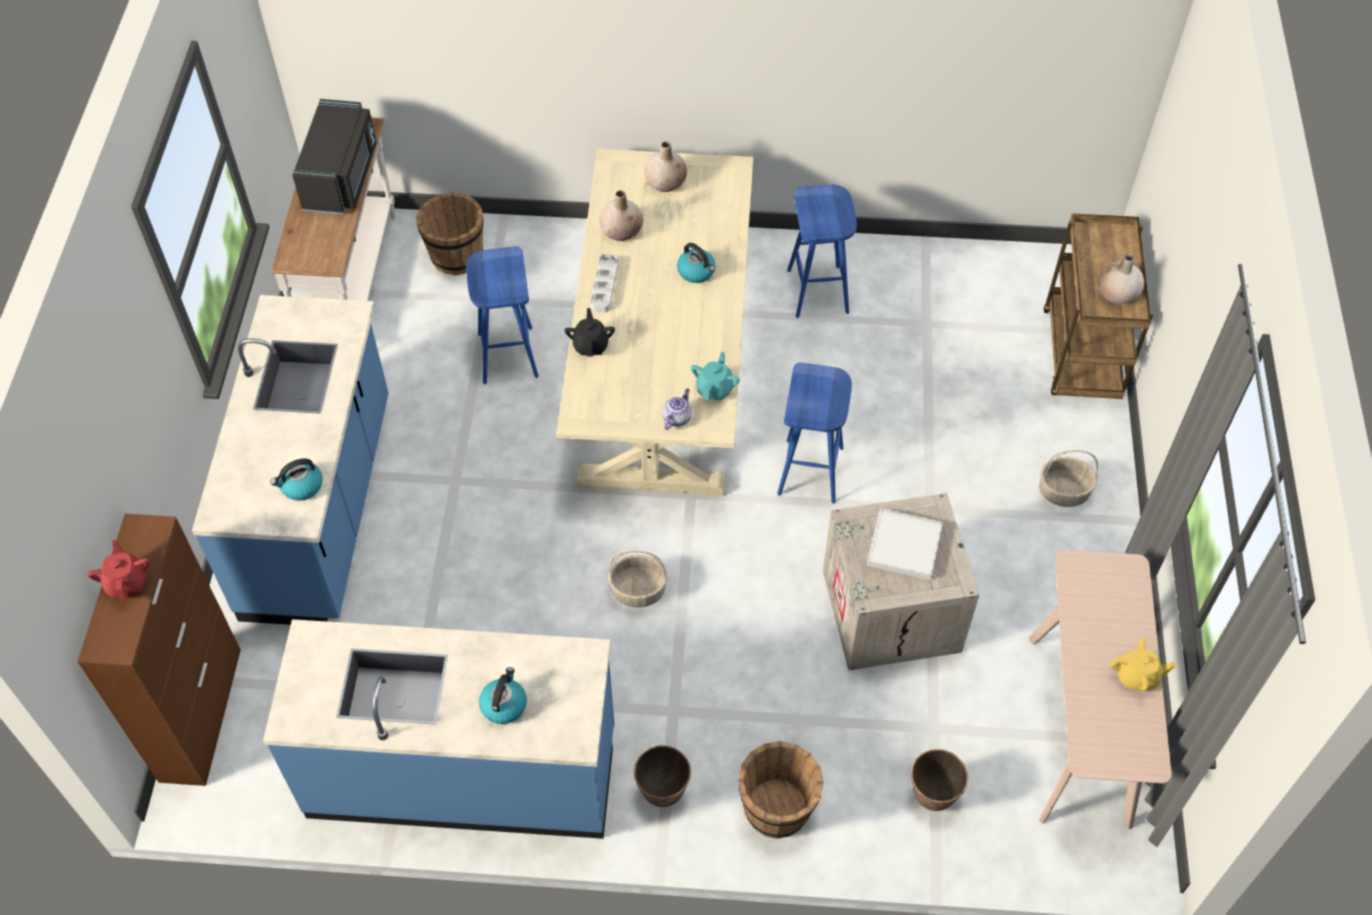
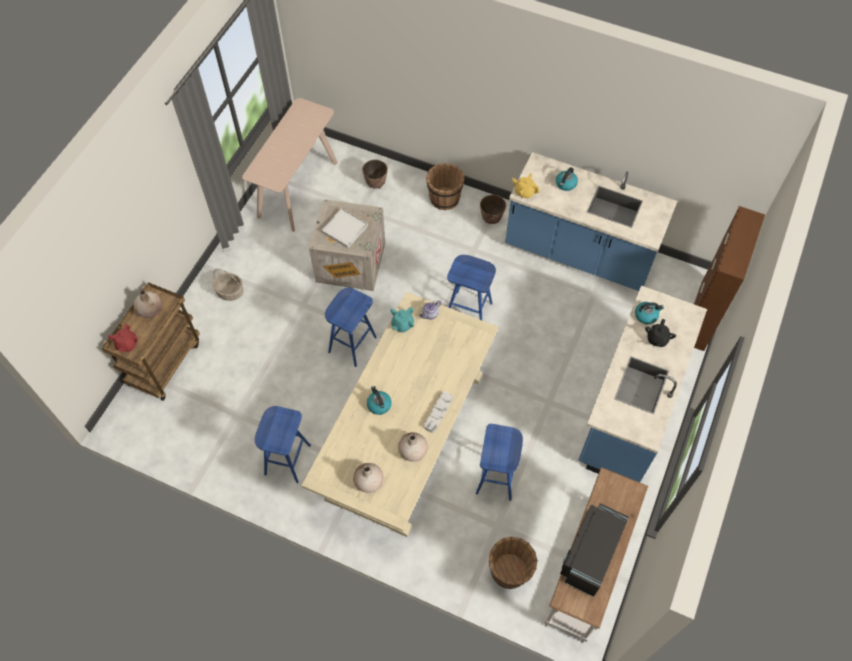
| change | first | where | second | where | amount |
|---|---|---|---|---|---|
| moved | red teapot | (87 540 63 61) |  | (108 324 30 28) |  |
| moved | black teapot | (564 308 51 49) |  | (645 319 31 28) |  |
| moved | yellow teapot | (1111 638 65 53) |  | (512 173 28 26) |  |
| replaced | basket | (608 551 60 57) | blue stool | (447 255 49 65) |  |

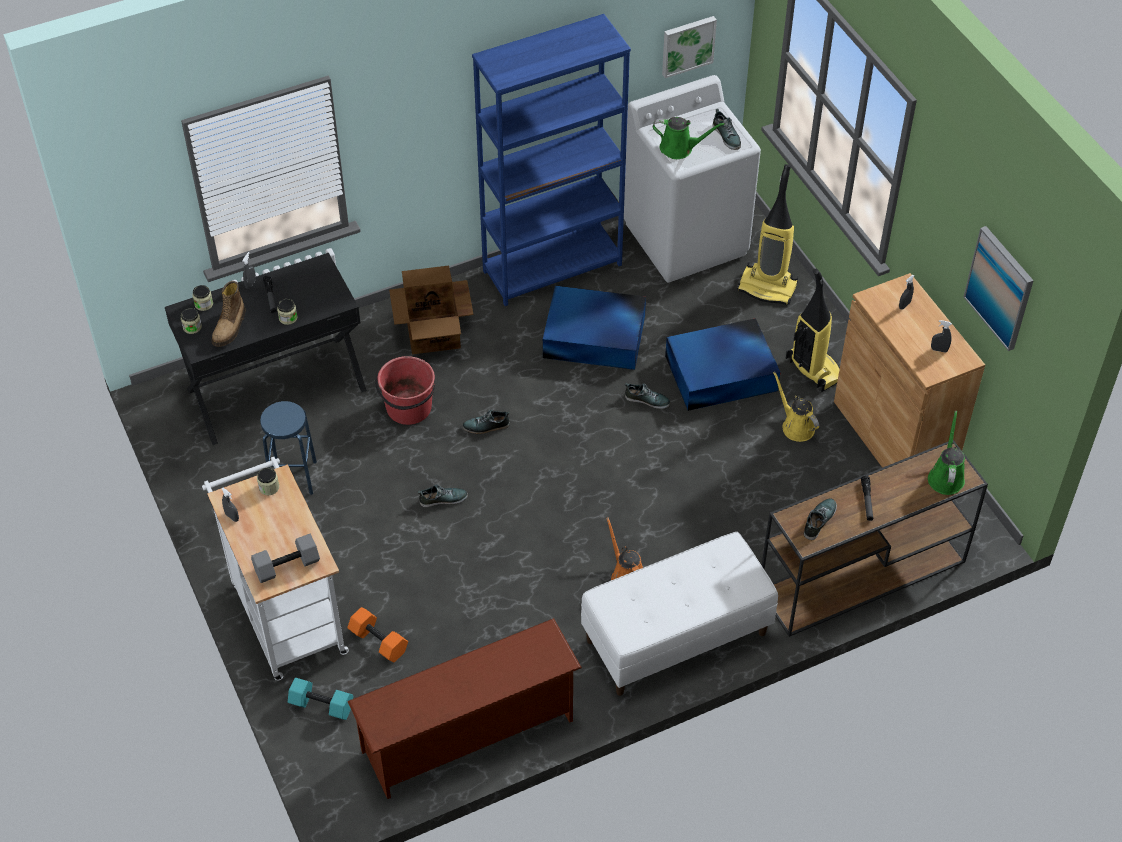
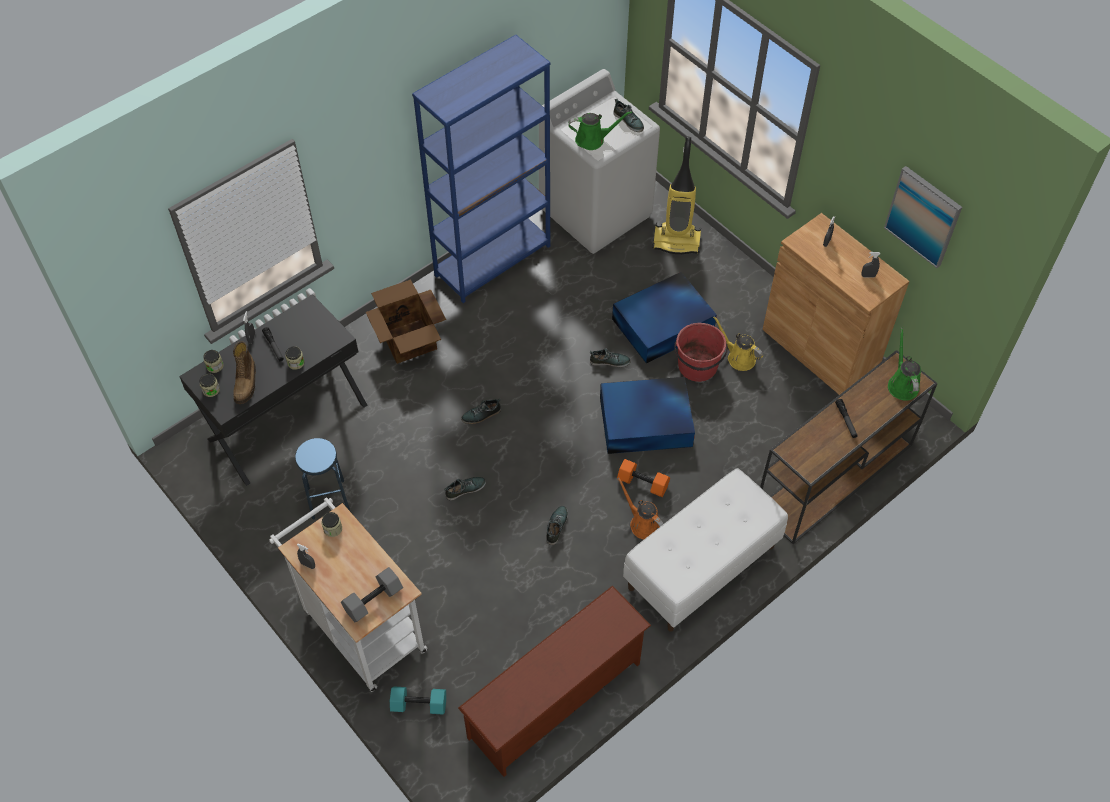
| change | first | where | second | where | amount |
|---|---|---|---|---|---|
| removed | picture | (662 16 55 62) |  |  |  |
| removed | vacuum cleaner | (786 269 54 123) |  |  |  |
| moved | orange dumbbell | (347 607 61 55) |  | (617 459 53 38) |  |
| moved | red bucket | (375 356 60 69) |  | (674 323 54 59) |  |
| moved | blue storage box | (543 286 103 84) |  | (600 377 95 77) |  |
| moved | shoe | (804 498 33 42) |  | (546 506 22 39) |  |

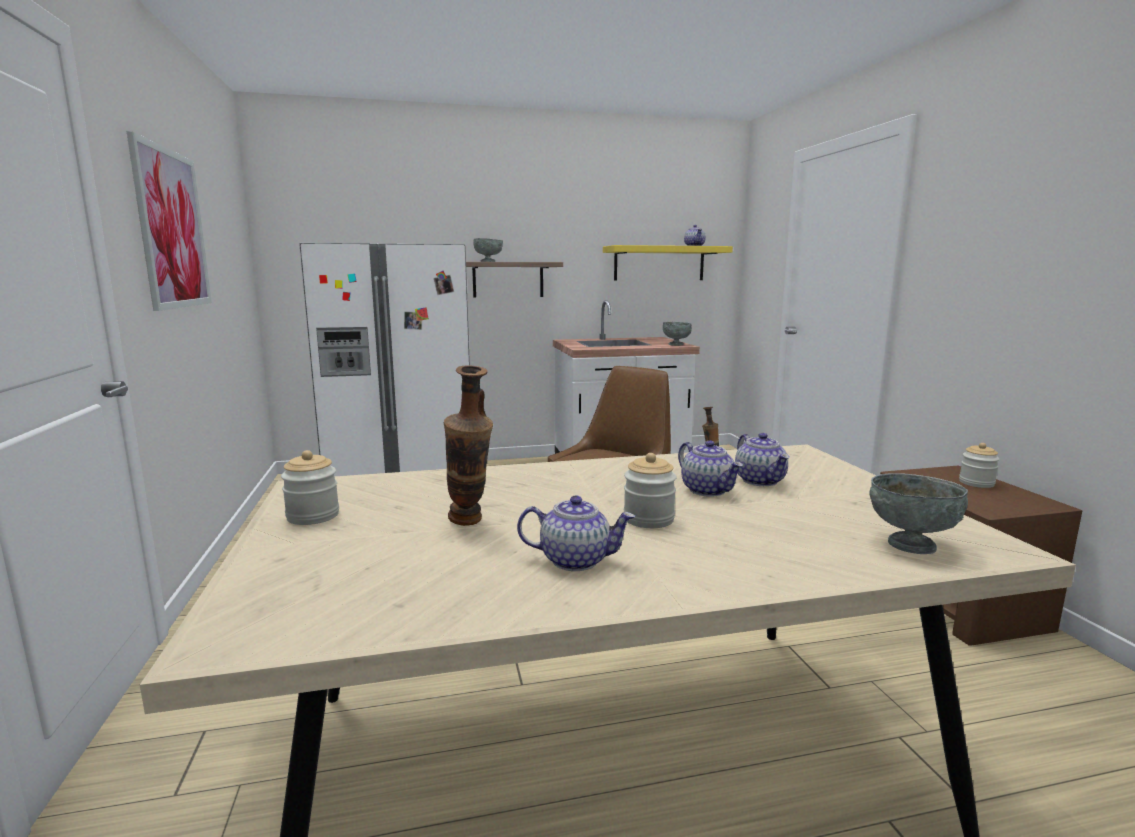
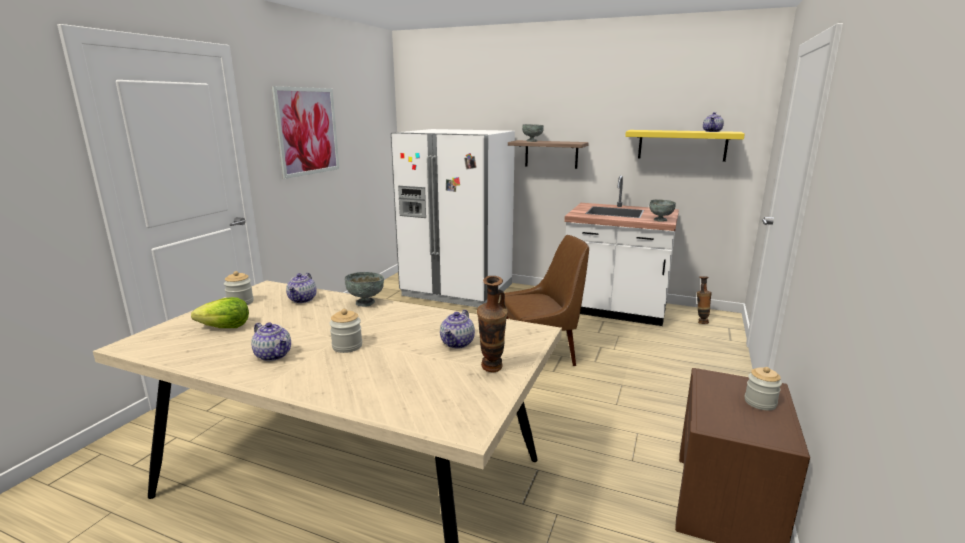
| change | first | where | second | where | amount |
|---|---|---|---|---|---|
| added |  |  | lettuce | (191 297 58 31) |  |
| moved | vase | (444 366 49 160) |  | (477 276 31 97) |  |
| moved | teapot | (678 440 65 57) |  | (286 273 31 30) |  |
| moved | grey bowl | (869 473 99 81) |  | (345 272 39 35) |  |

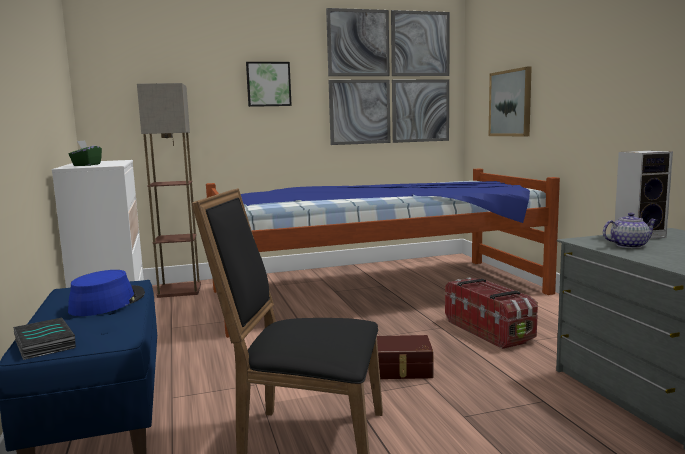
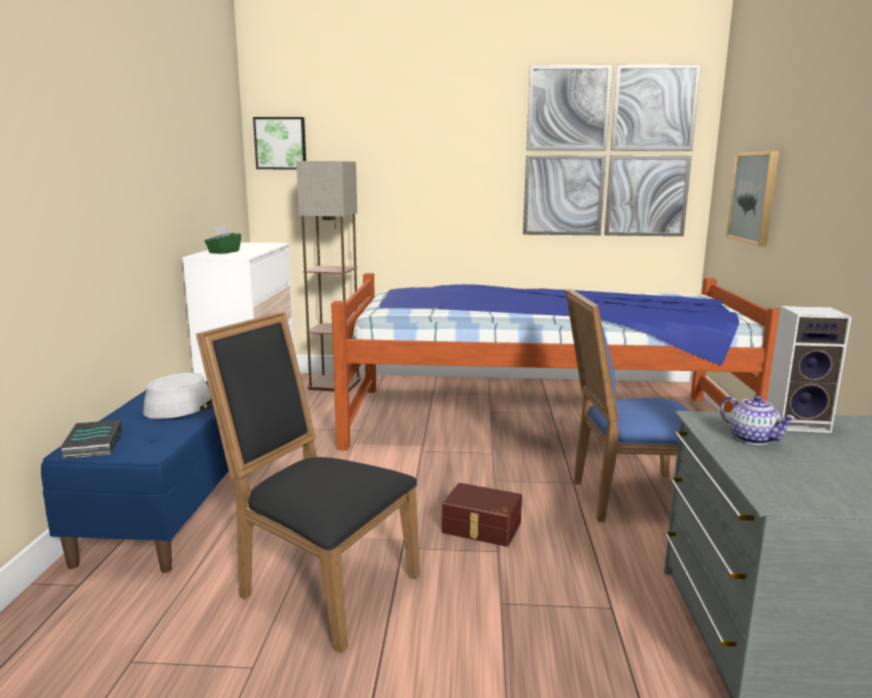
| change | first | where | second | where | amount |
|---|---|---|---|---|---|
| moved | picture | (246 62 46 45) |  | (253 117 53 53) |  |
| replaced | storage box | (445 278 93 71) | blue chair | (566 288 124 234) |  |
| recoloured | blue hat | (68 270 77 46) | grey hat | (143 373 70 46) |  |
| turned | teapot | (603 212 54 36) |  | (720 395 76 50) | 45 degrees clockwise |

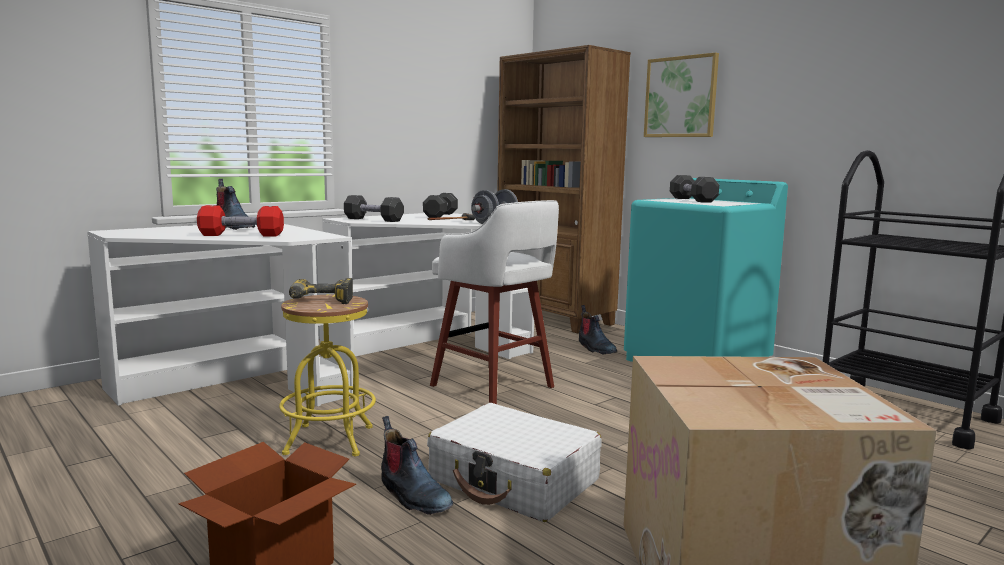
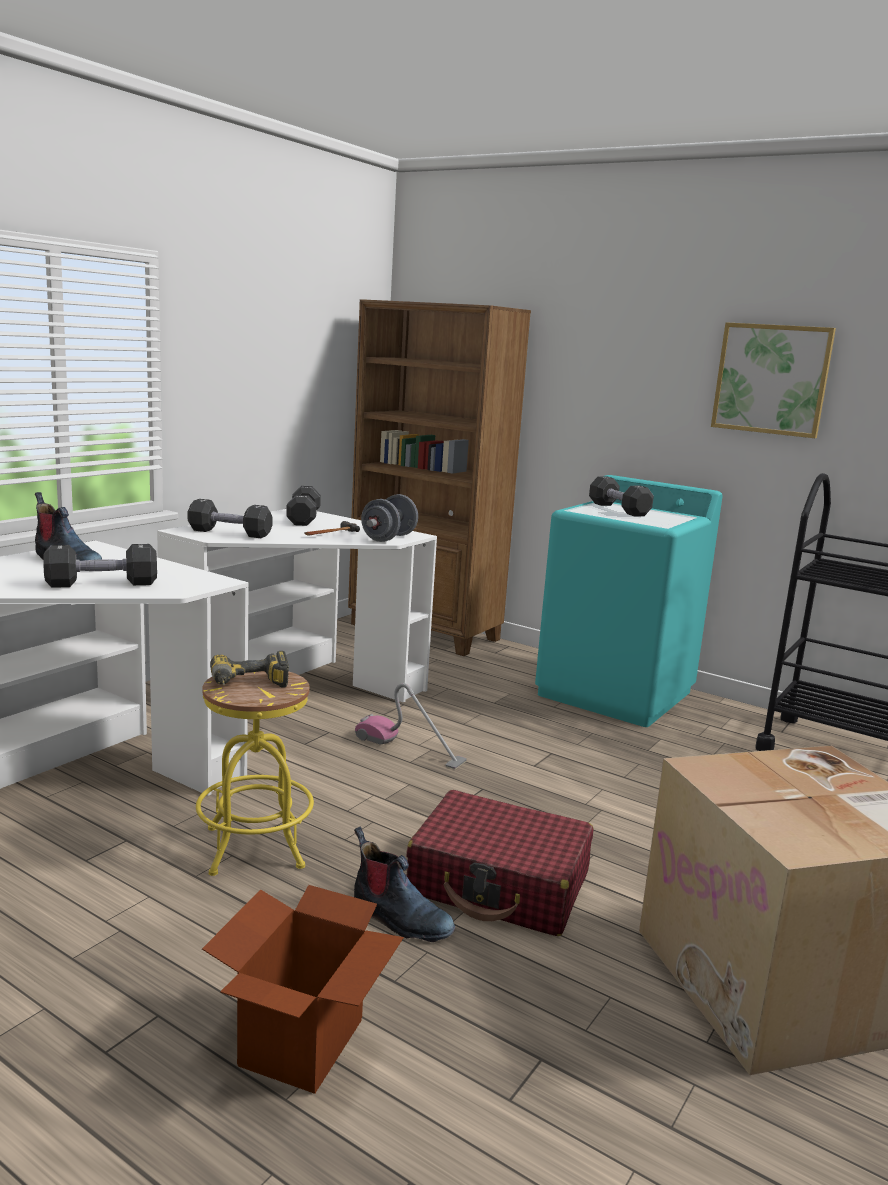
| change | first | where | second | where | amount |
|---|---|---|---|---|---|
| removed | boot | (579 305 38 50) |  |  |  |
| moved | picture | (644 53 75 84) |  | (711 322 125 116) |  |
| replaced | white stool | (430 200 129 204) | vacuum cleaner | (355 683 112 86) |  |
| recoloured | red dumbbell | (197 205 87 32) | black dumbbell | (43 544 114 44) |  |
| recoloured | white suitcase | (427 403 174 119) | red suitcase | (406 790 187 146) |  |

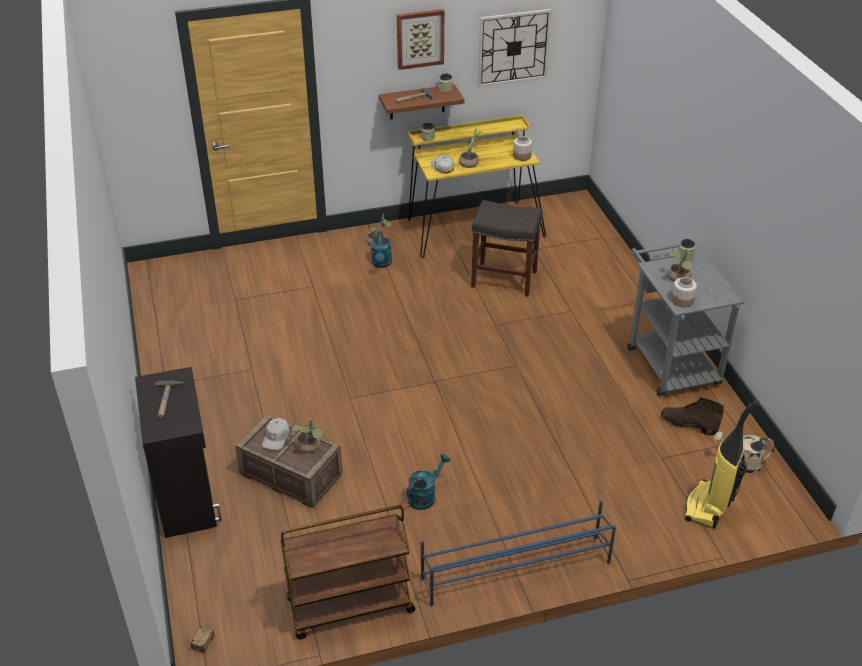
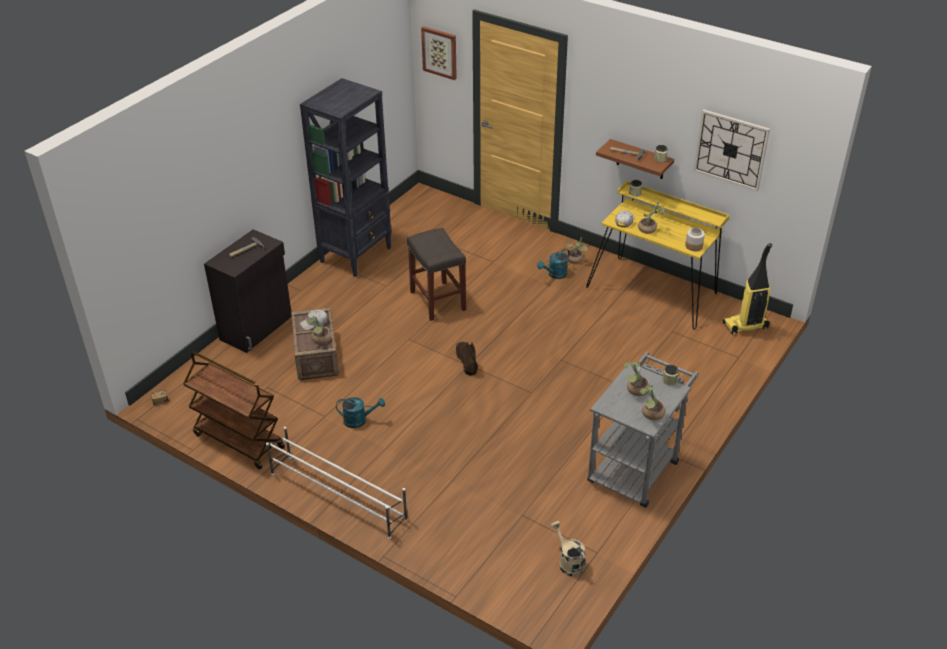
| change | first | where | second | where | amount |
|---|---|---|---|---|---|
| removed | jar | (671 277 26 30) |  |  |  |
| added |  |  | black bookcase | (300 78 92 199) |  |
| added |  |  | potted plant | (640 385 26 35) |  |
| moved | picture | (397 9 47 61) |  | (421 26 36 54) |  |
| moved | grey stool | (471 200 72 96) |  | (407 228 59 93) |  |
| moved | brown boot | (661 397 63 38) |  | (456 342 22 34) |  |
| moved | vacuum cleaner | (684 400 75 129) |  | (723 243 49 92) |  |
| recoloured | blue shoe rack | (421 500 195 106) | white shoe rack | (266 427 142 112) |  |

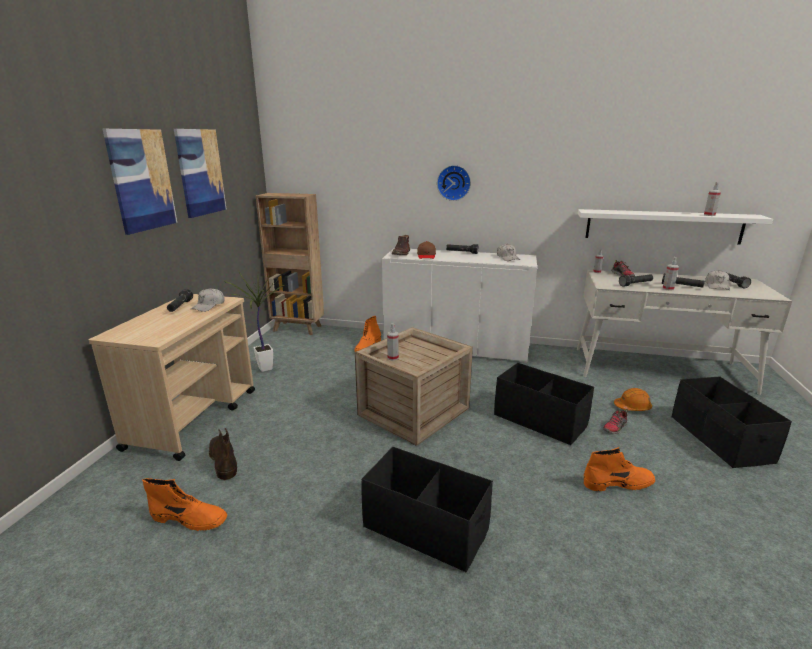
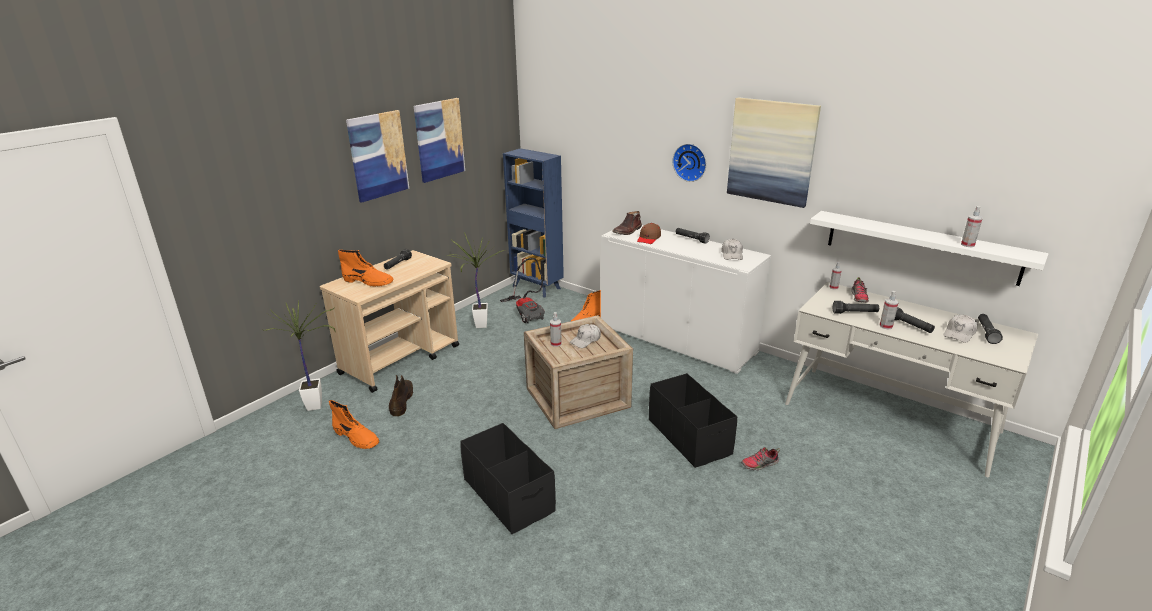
| change | first | where | second | where | amount |
|---|---|---|---|---|---|
| removed | orange hard hat | (614 388 38 23) |  |  |  |
| removed | black storage box | (672 376 120 92) |  |  |  |
| added |  |  | potted plant | (264 300 72 111) |  |
| added |  |  | vacuum cleaner | (500 258 45 65) |  |
| added |  |  | picture | (727 97 94 111) |  |
| moved | white cap | (191 288 34 24) |  | (570 324 31 24) |  |
| moved | orange boot | (584 447 71 44) |  | (338 250 55 37) |  |
| recoloured | brown bookcase | (256 193 68 142) | blue bookcase | (503 148 61 149) |  |

